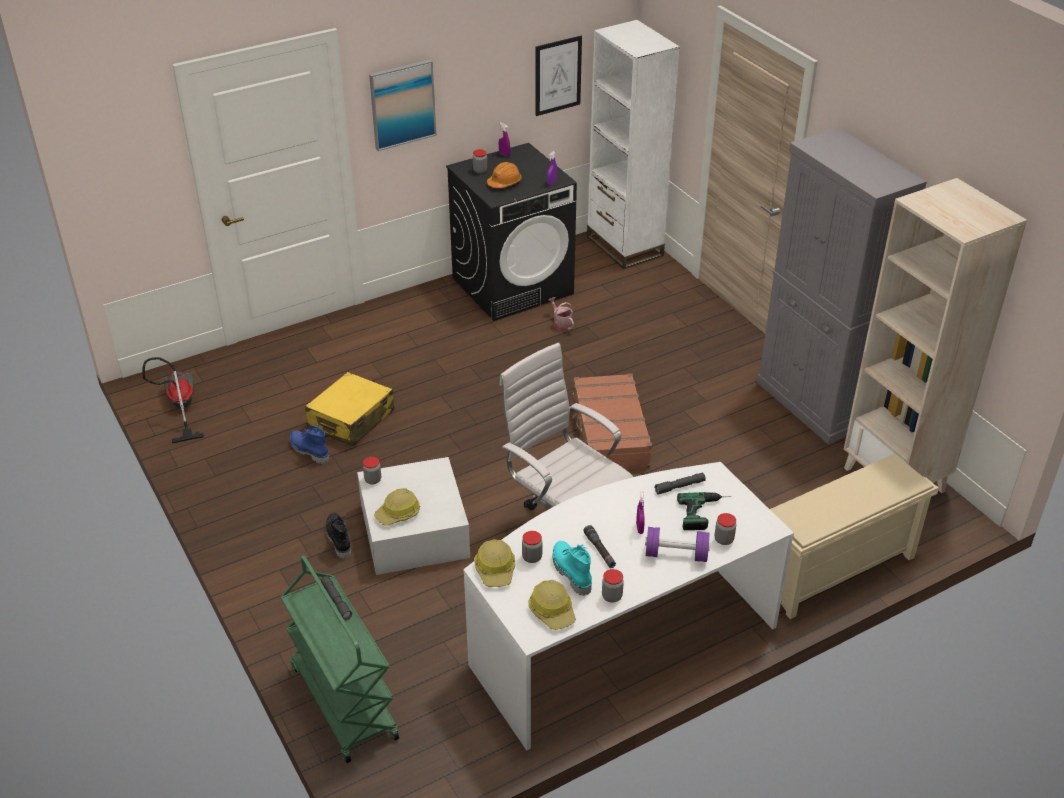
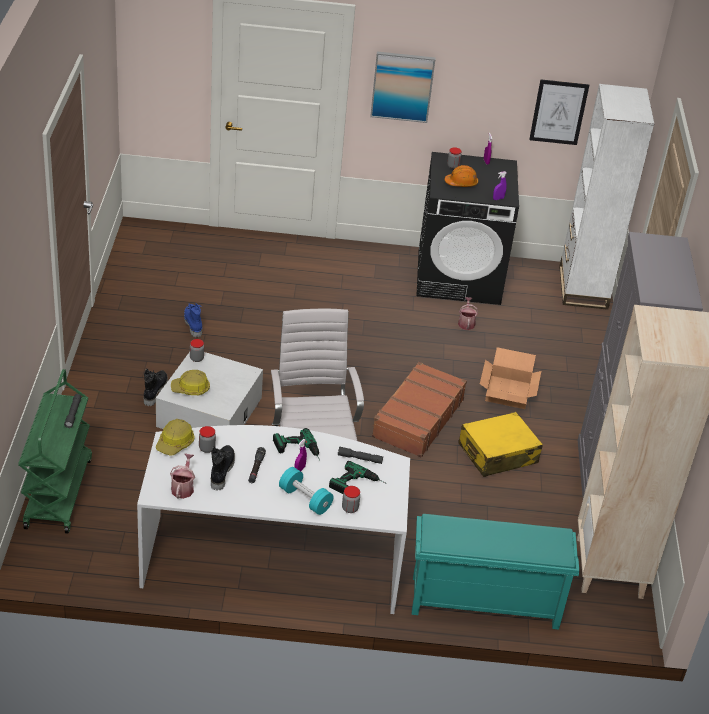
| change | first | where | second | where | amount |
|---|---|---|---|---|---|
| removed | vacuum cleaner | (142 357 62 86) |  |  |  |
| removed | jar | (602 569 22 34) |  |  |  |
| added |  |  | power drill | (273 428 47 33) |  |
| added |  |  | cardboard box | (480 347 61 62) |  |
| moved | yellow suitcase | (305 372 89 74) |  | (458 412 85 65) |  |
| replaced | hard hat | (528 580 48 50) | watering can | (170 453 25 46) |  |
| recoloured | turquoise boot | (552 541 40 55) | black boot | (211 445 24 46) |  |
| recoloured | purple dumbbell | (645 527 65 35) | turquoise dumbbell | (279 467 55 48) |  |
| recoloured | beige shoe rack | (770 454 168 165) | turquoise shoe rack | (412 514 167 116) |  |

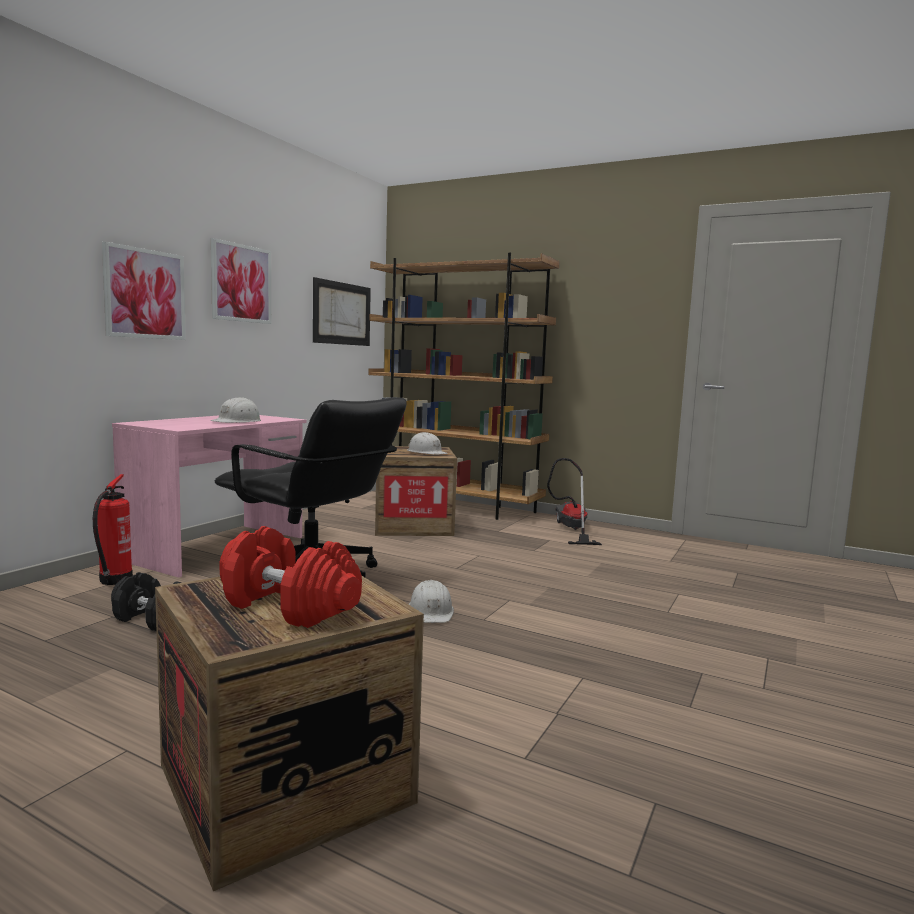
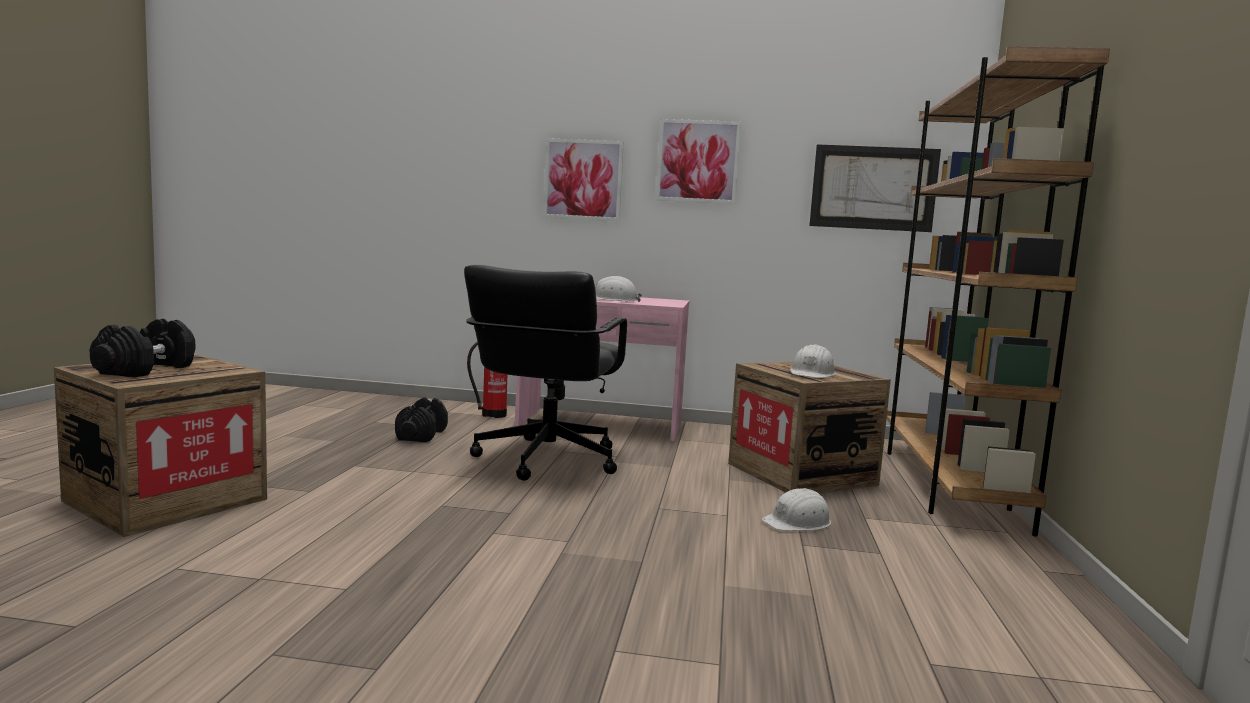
| change | first | where | second | where | amount |
|---|---|---|---|---|---|
| removed | vacuum cleaner | (547 458 55 87) |  |  |  |
| moved | white hard hat | (408 580 46 43) |  | (762 488 69 43) |  |
| recoloured | red dumbbell | (219 526 143 102) | black dumbbell | (89 319 106 59) |  |

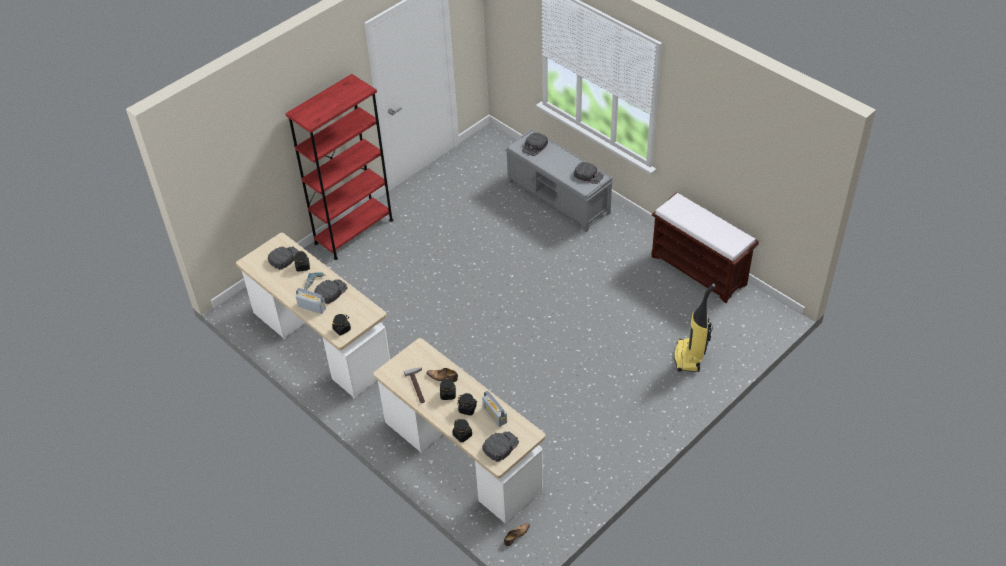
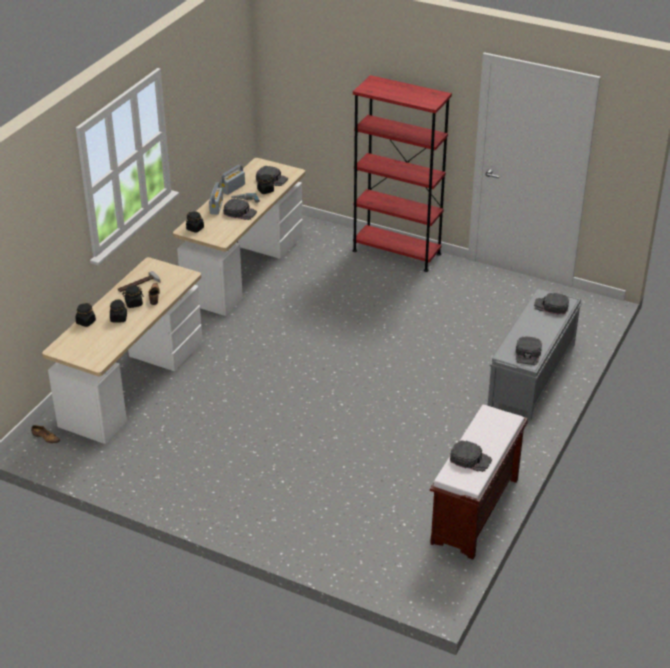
| change | first | where | second | where | amount |
|---|---|---|---|---|---|
| removed | vacuum cleaner | (674 283 41 89) |  |  |  |
| moved | radio | (482 391 25 36) |  | (221 165 24 30) |  |
| moved | black cap | (482 431 37 31) |  | (450 440 42 32) |  |

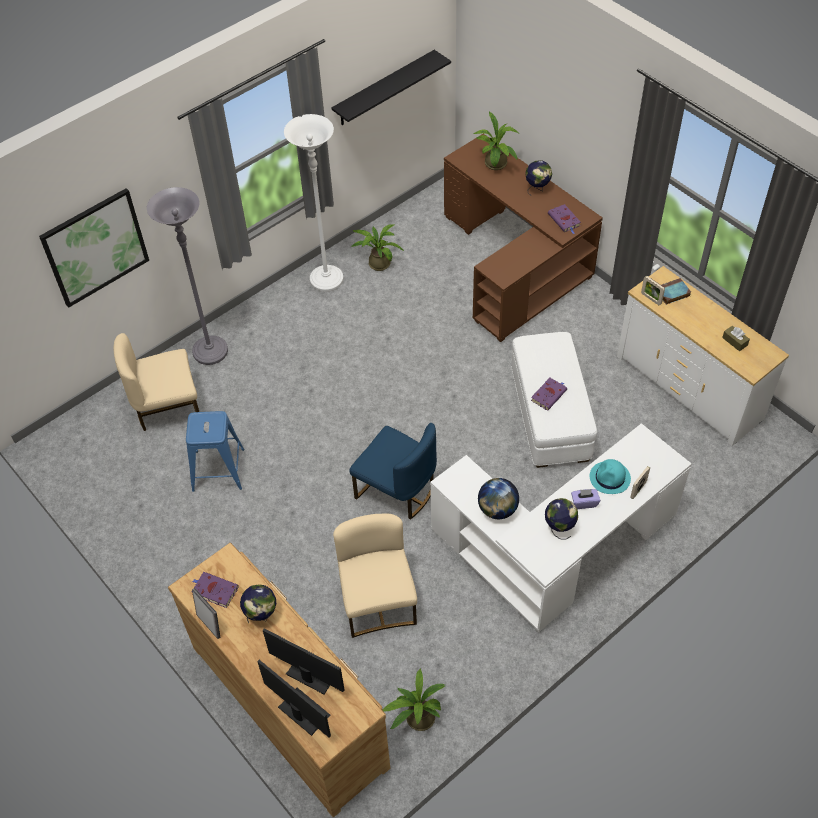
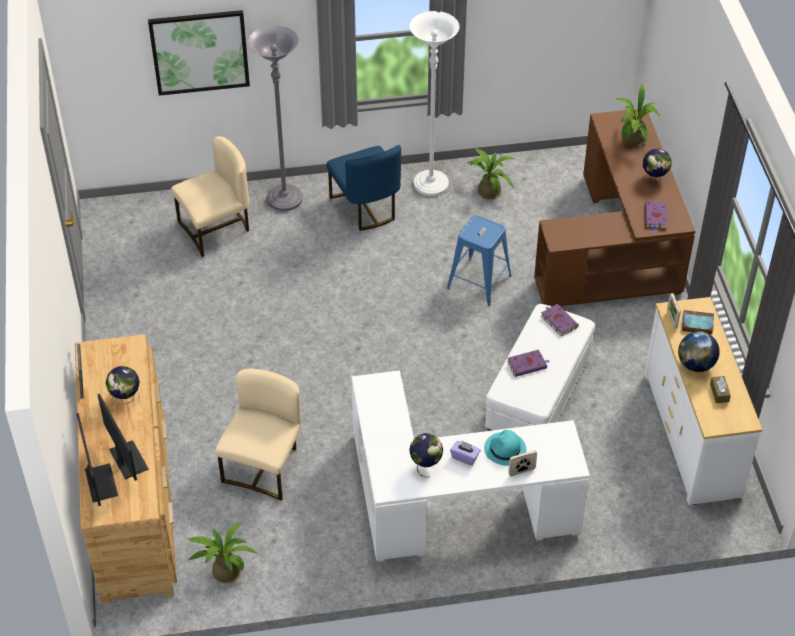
| change | first | where | second | where | amount |
|---|---|---|---|---|---|
| removed | black shelf | (331 50 120 75) |  |  |  |
| moved | blue stool | (186 411 58 81) |  | (447 215 64 91) |  |
| moved | purple book | (192 572 47 36) |  | (541 304 38 33) |  |
| moved | blue chair | (349 423 88 97) |  | (327 145 74 86) |  |
| moved | globe | (478 478 41 41) |  | (678 331 42 41) |  |
| turned | beige chair | (114 333 85 98) |  | (171 136 78 121) | 135 degrees clockwise |

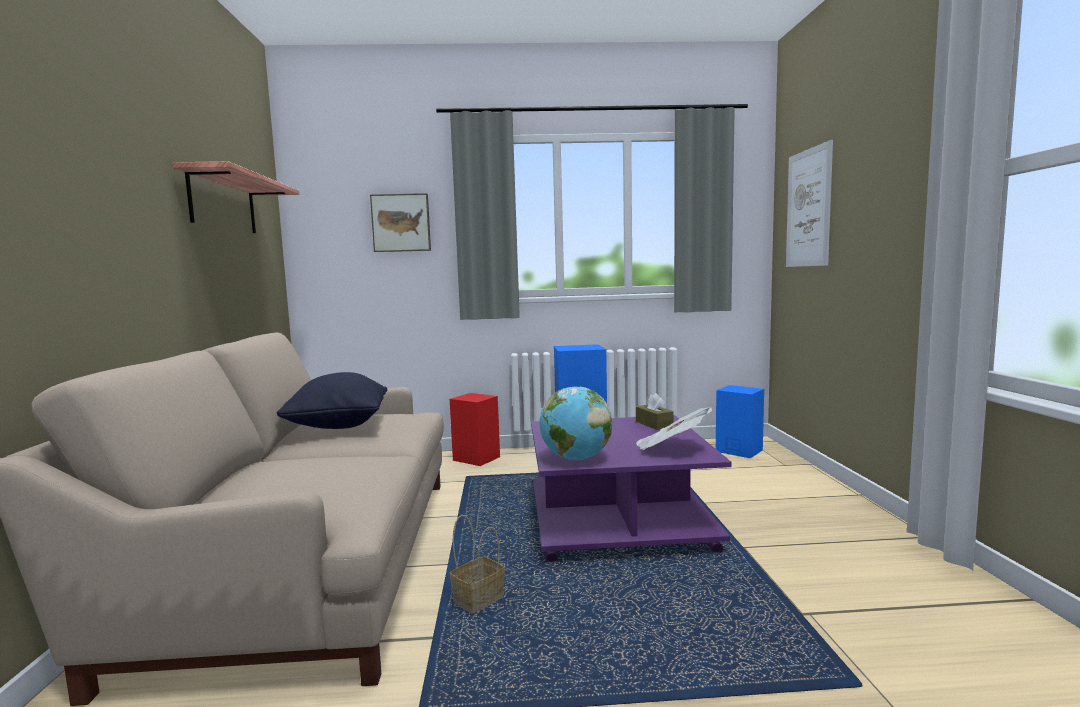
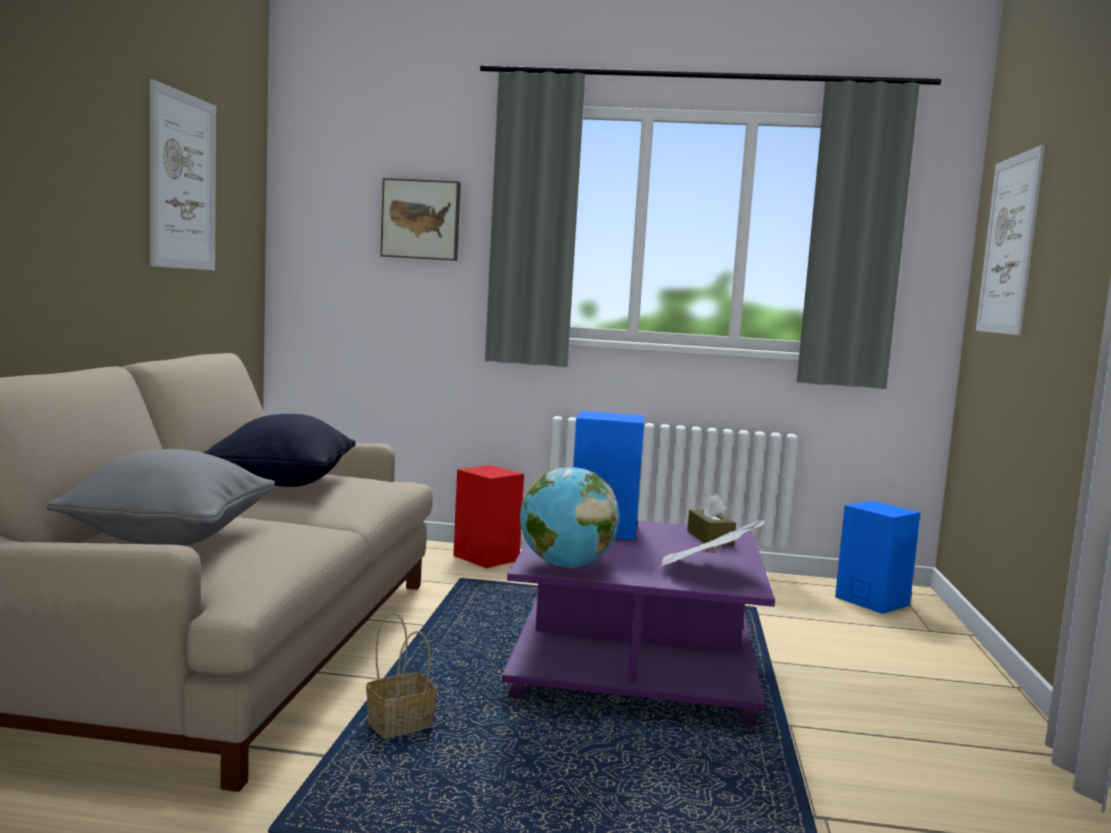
| change | first | where | second | where | amount |
|---|---|---|---|---|---|
| added |  |  | grey pillow | (46 449 229 97) |  |
| replaced | shelf | (173 161 126 72) | picture | (150 79 66 191) |  |

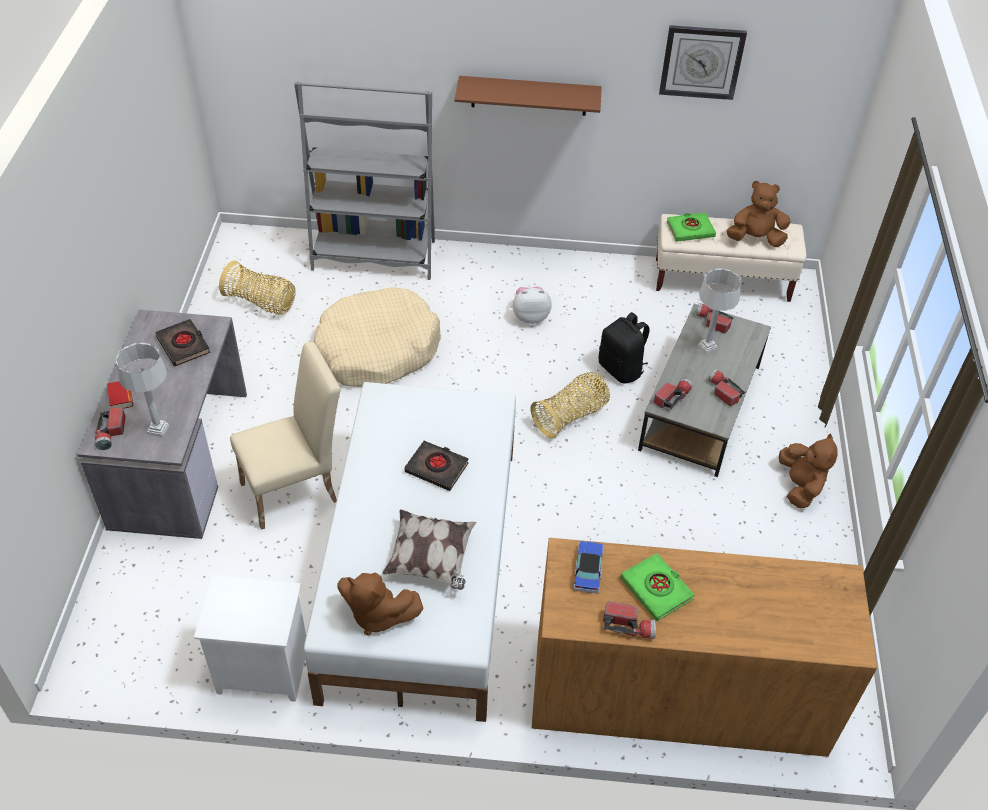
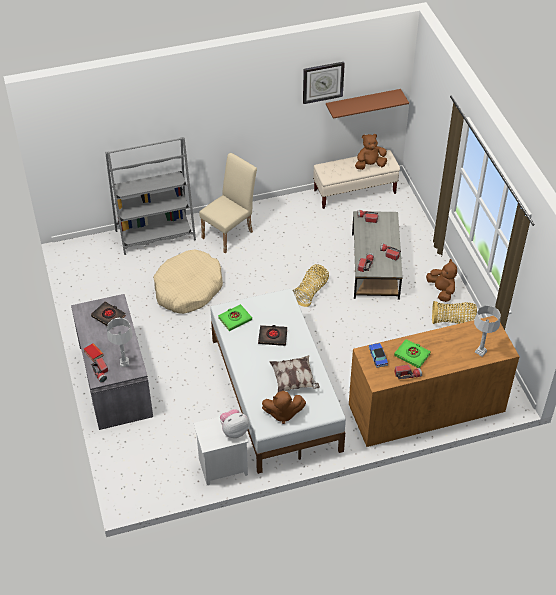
| change | first | where | second | where | amount |
|---|---|---|---|---|---|
| removed | black backpack | (599 312 51 71) |  |  |  |
| moved | basket | (219 260 77 55) |  | (432 301 45 23) |  |
| moved | beige chair | (230 342 111 188) |  | (199 153 58 101) |  |
| moved | brown shelf | (454 76 148 40) |  | (326 89 83 30) |  |
| moved | plush toy | (513 287 39 37) |  | (220 409 29 29) |  |
| moved | green book | (666 212 50 30) |  | (218 304 34 27) |  |
| moved | grey table lamp | (698 268 43 86) |  | (474 305 27 52) |  |

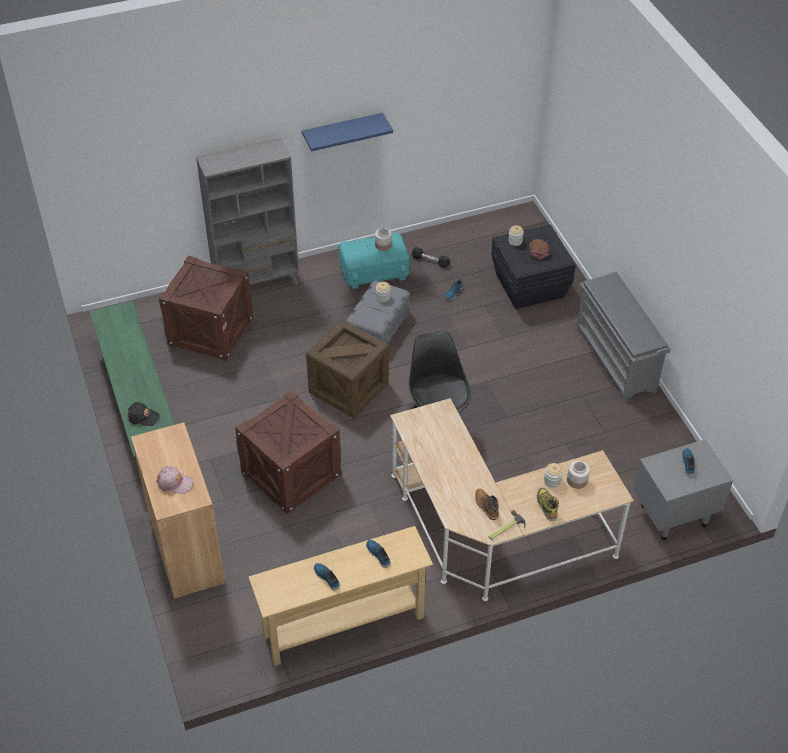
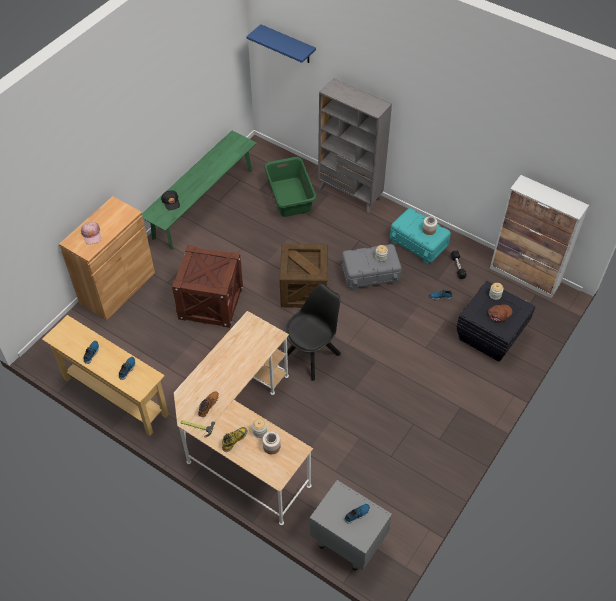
| change | first | where | second | where | amount |
|---|---|---|---|---|---|
| removed | grey shoe rack | (576 271 95 130) |  |  |  |
| added |  |  | cabinet | (490 175 99 123) |  |
| moved | blue shelf | (302 113 91 38) |  | (246 24 70 39) |  |
| replaced | crate | (159 255 94 106) | green laundry basket | (264 157 53 60) |  |

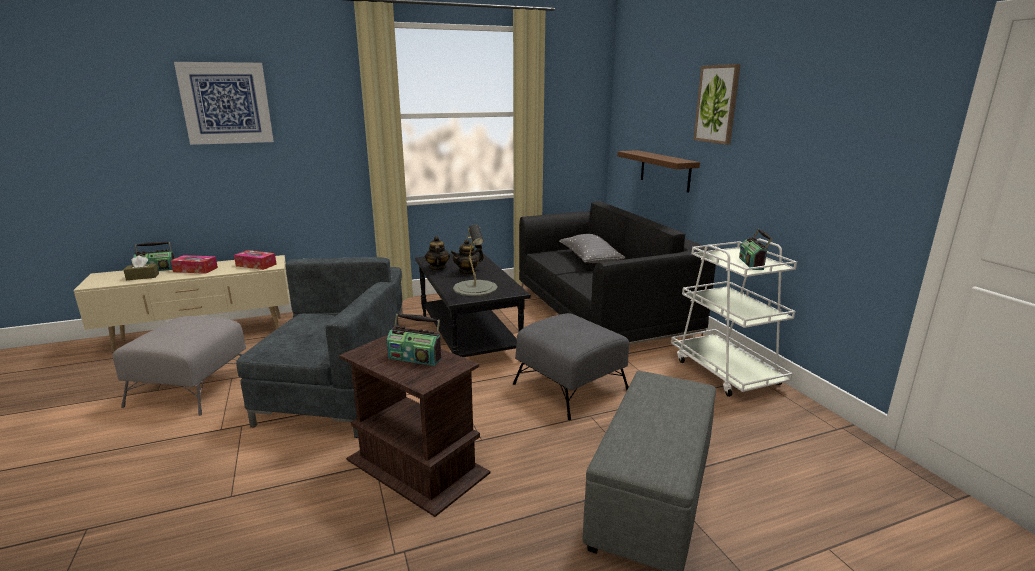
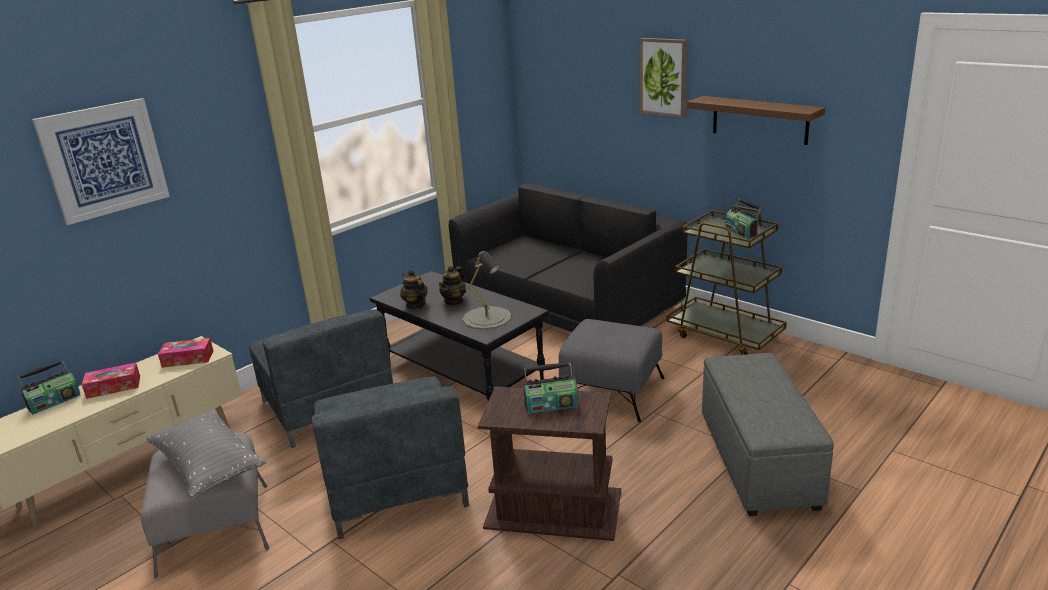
| change | first | where | second | where | amount |
|---|---|---|---|---|---|
| removed | brown tissue box | (124 256 35 24) |  |  |  |
| moved | grey pillow | (559 234 66 29) |  | (146 409 120 90) |  |
| moved | brown shelf | (617 150 83 43) |  | (687 96 138 49) |  |
| recoloured | white cart | (671 239 126 158) | brown cart | (667 206 120 149) |  |
| turned | grey armchair | (236 282 163 156) |  | (312 376 157 163) | 90 degrees clockwise |

